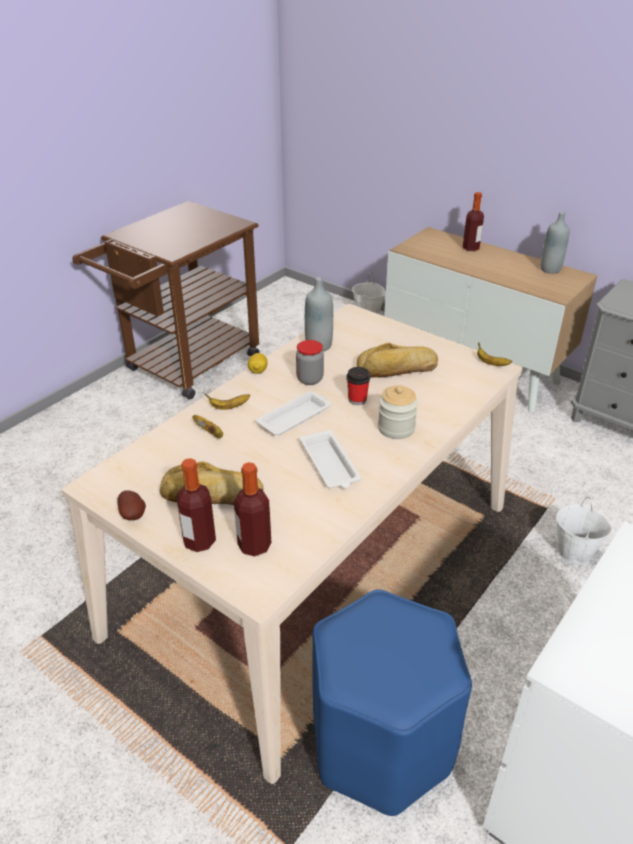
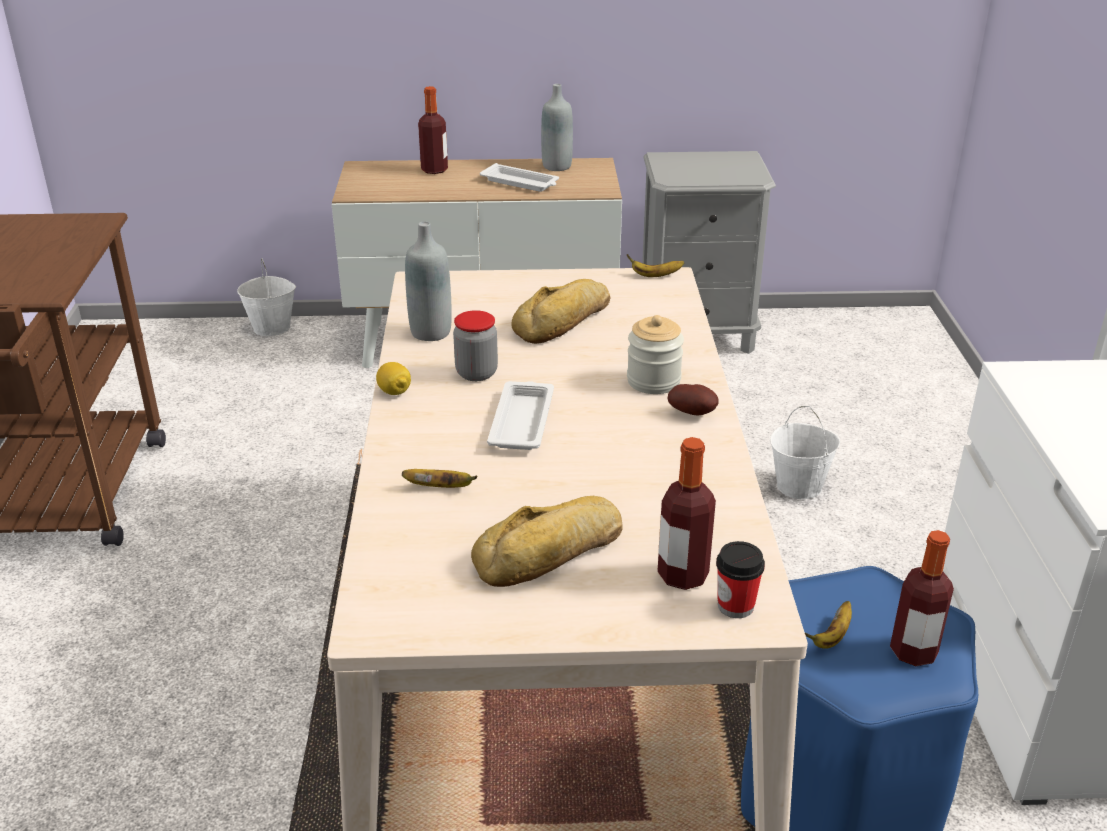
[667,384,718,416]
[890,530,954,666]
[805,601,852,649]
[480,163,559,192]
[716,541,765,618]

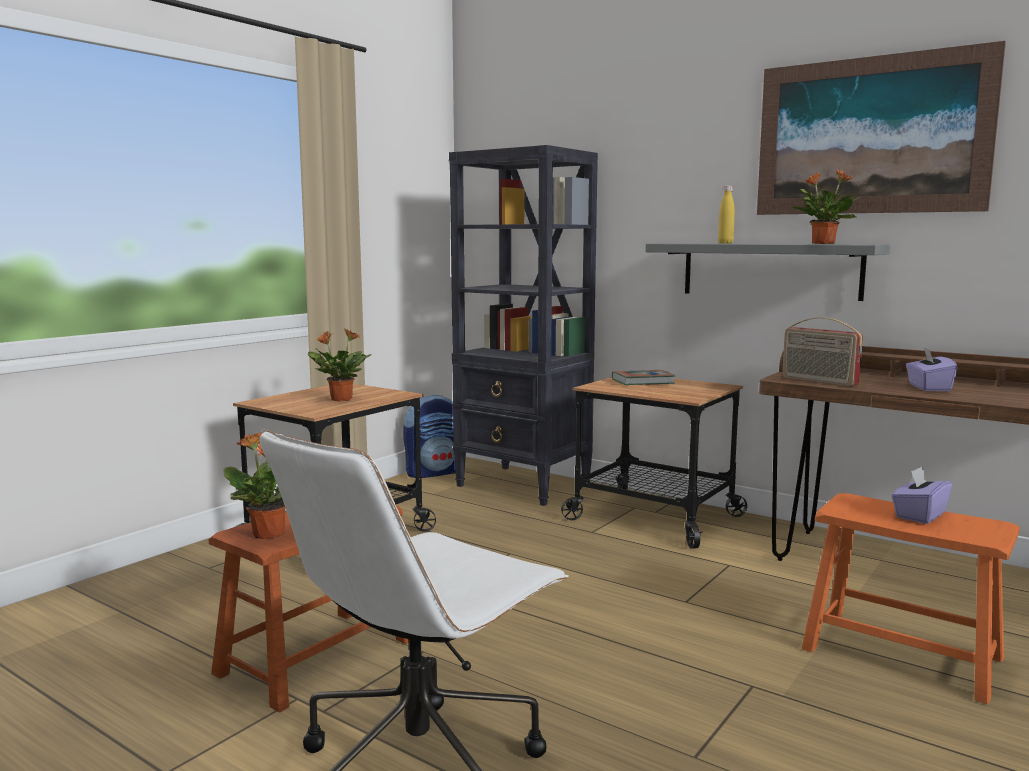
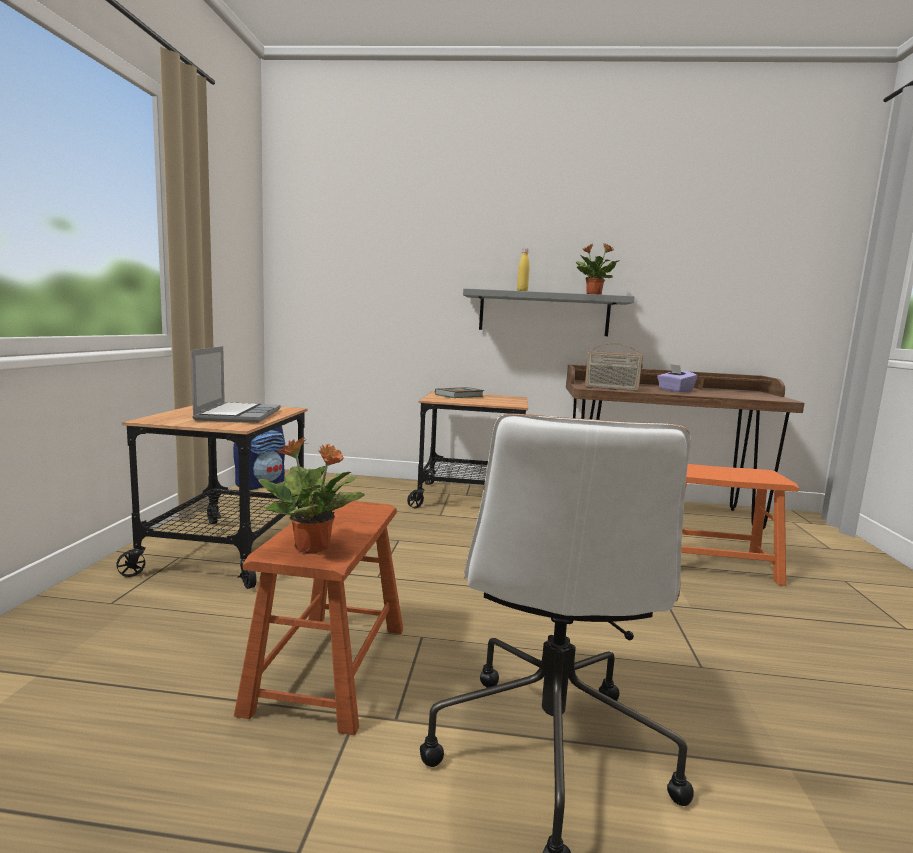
[449,145,598,506] (first image)
[757,41,1006,215] (first image)
[891,466,952,524] (first image)
[191,346,281,423]

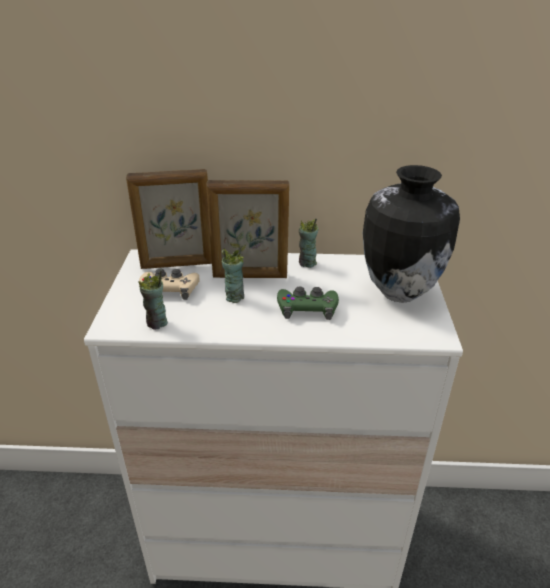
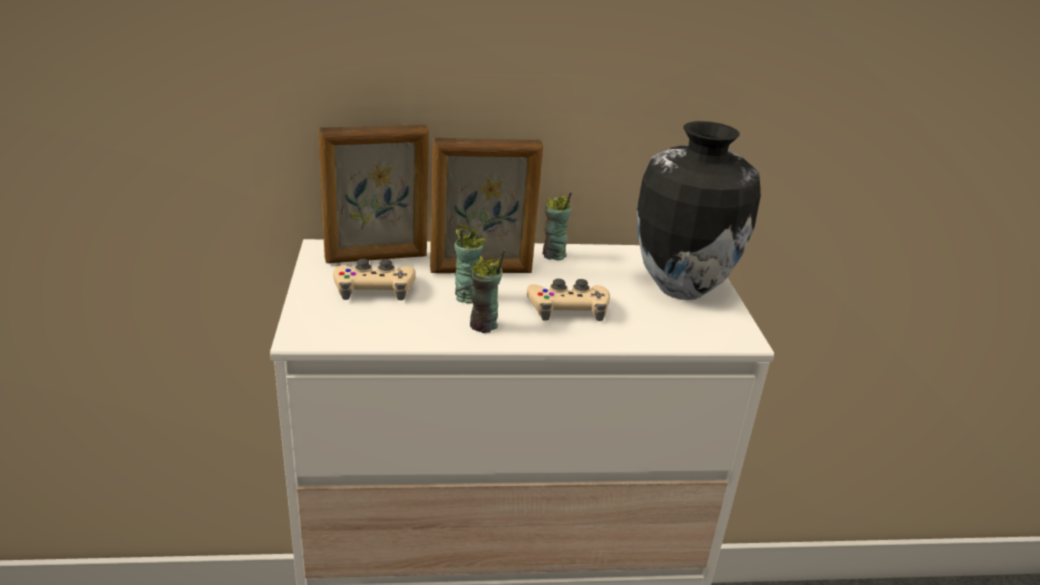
[470,250,505,333]
[527,279,610,321]

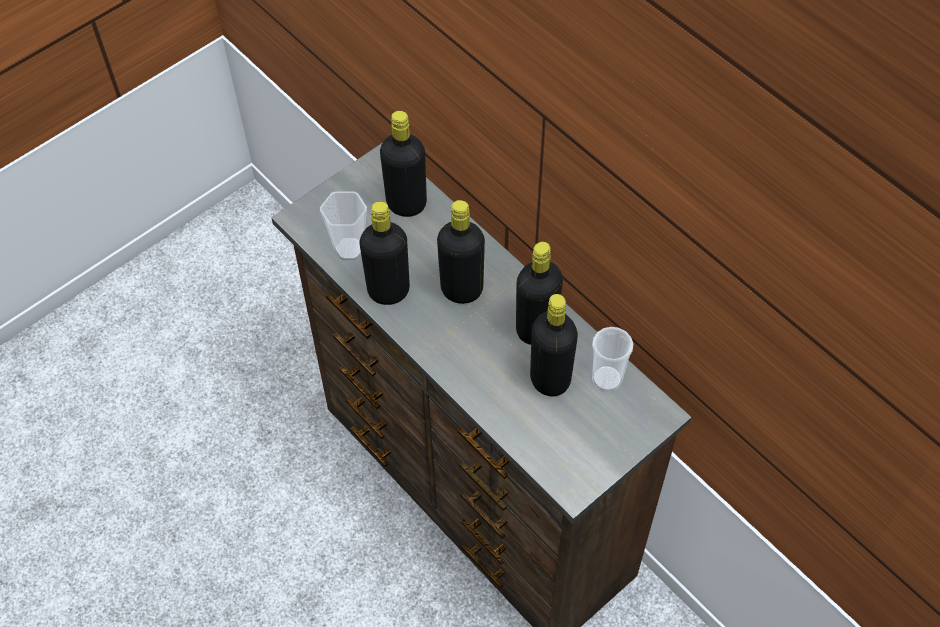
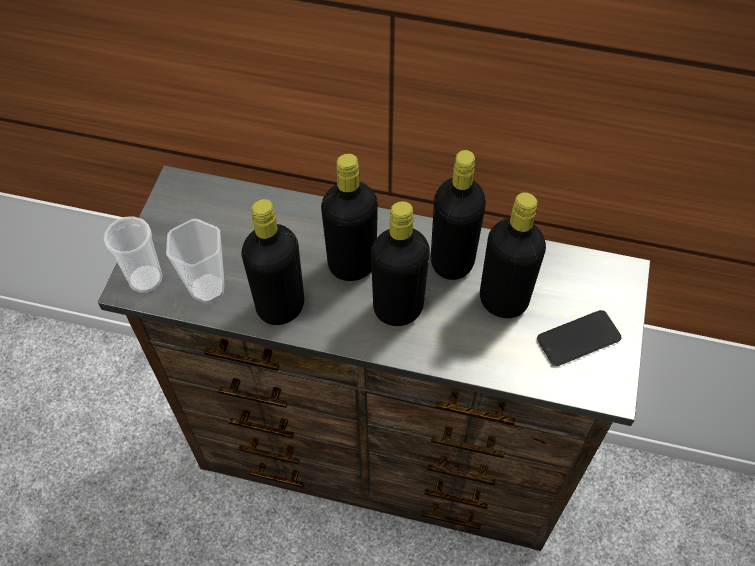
[537,310,621,366]
[371,201,430,326]
[104,216,162,293]

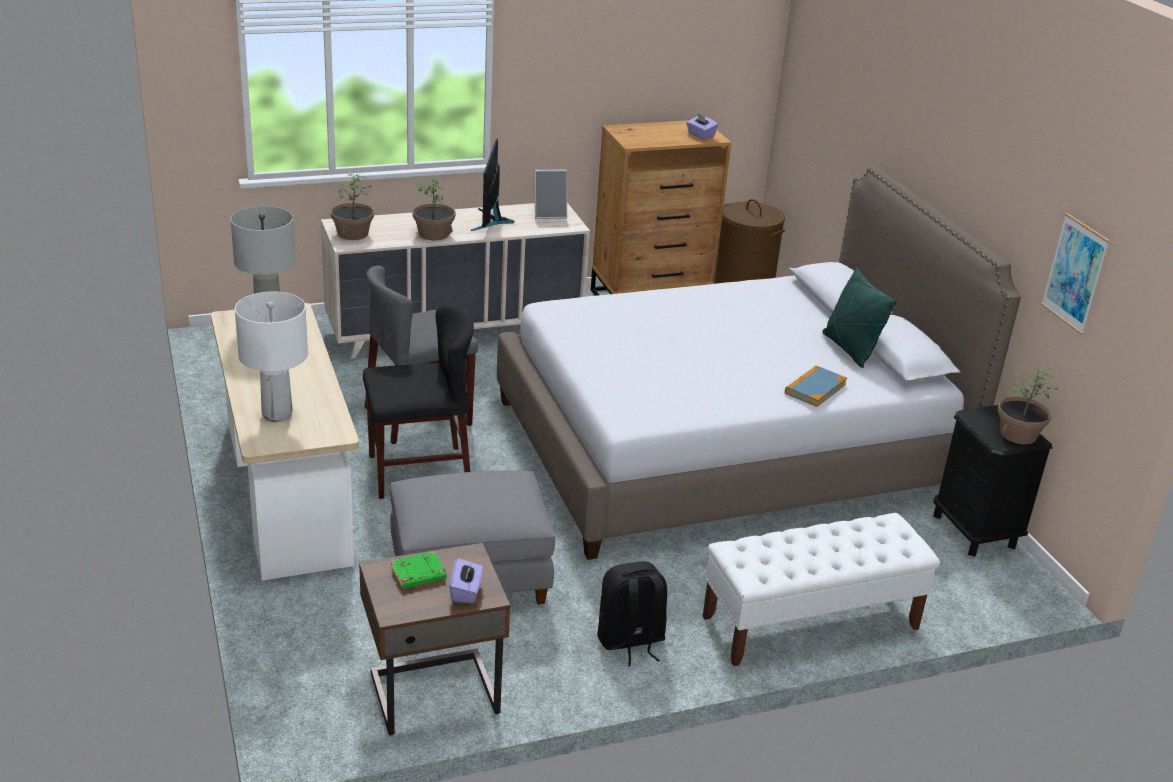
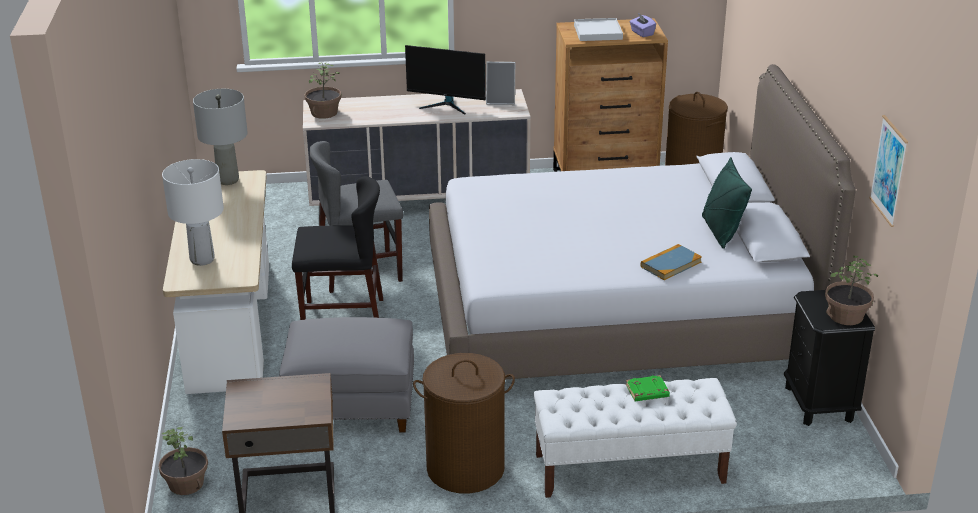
[449,558,483,604] (first image)
[574,18,623,41]
[626,375,670,402]
[158,427,208,495]
[413,353,515,494]
[405,45,486,114]

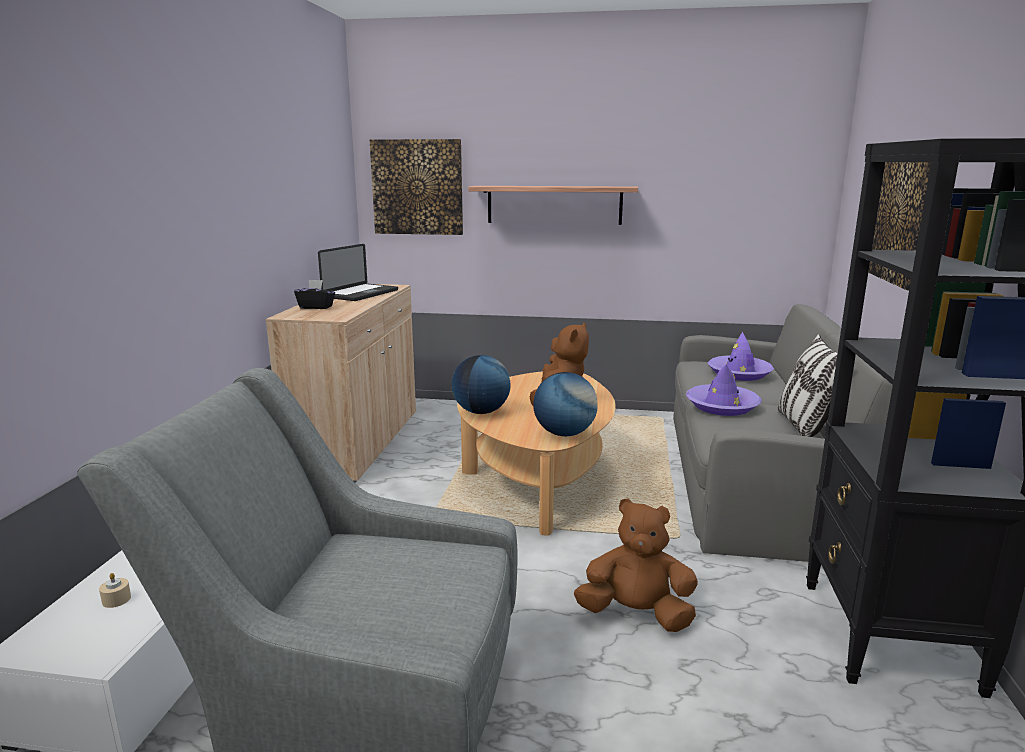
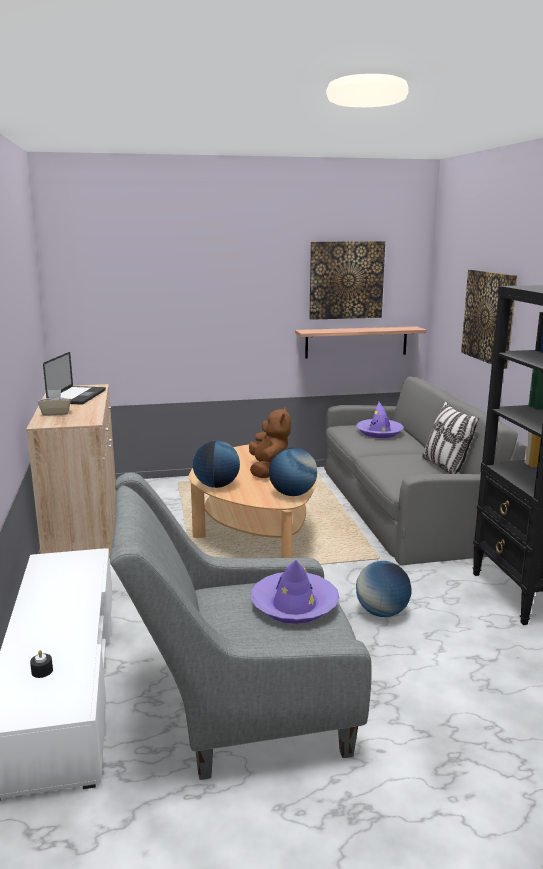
[309,241,385,320]
[295,326,426,358]
[251,560,339,624]
[356,561,412,617]
[30,650,53,678]
[38,390,71,416]

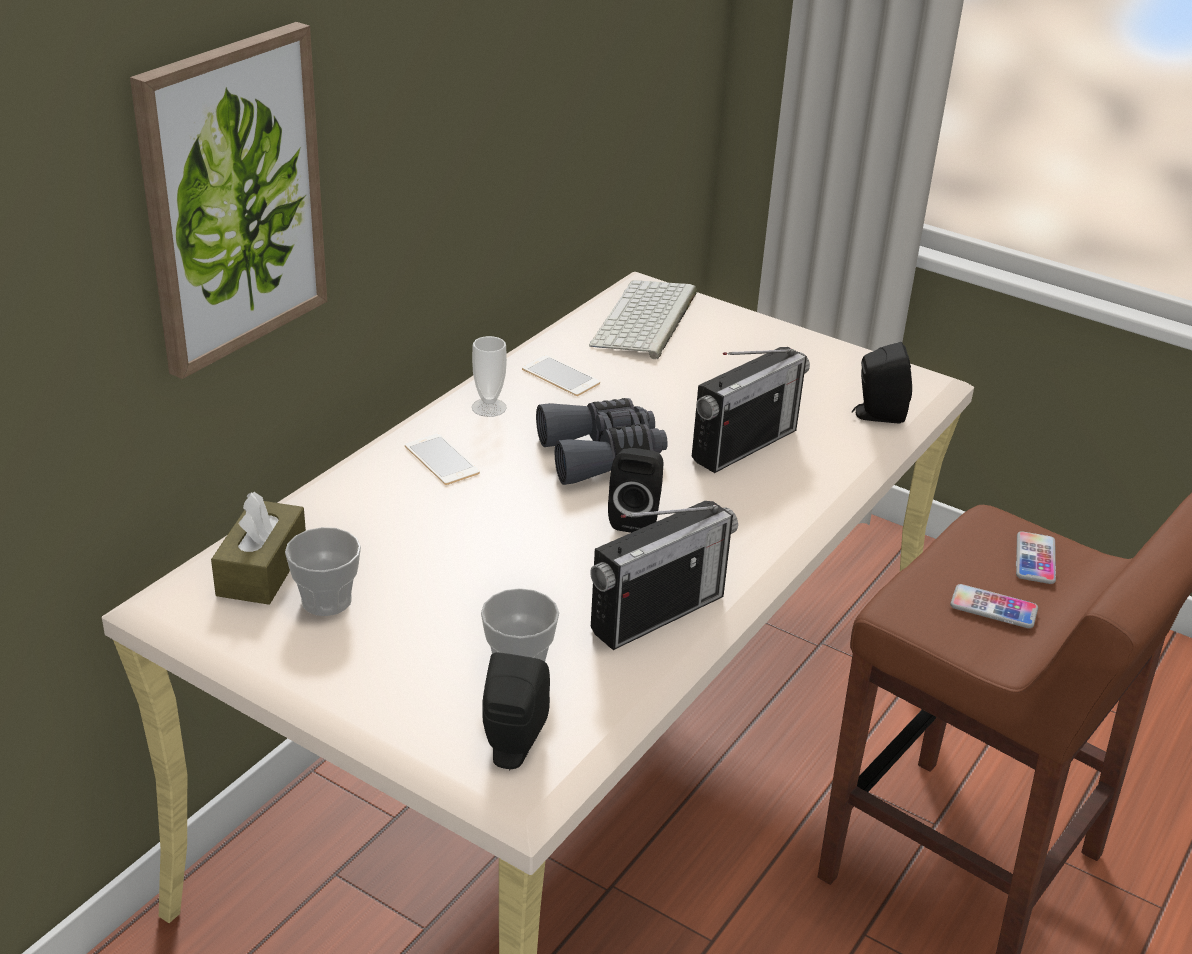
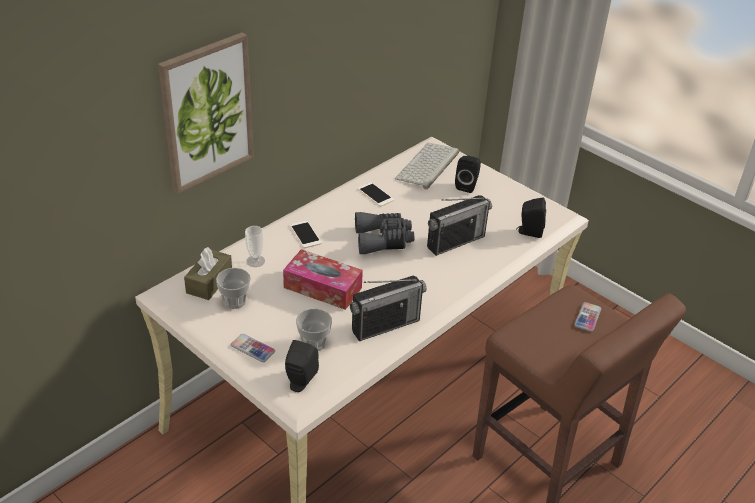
[283,249,363,310]
[245,226,265,267]
[455,156,481,193]
[231,334,275,362]

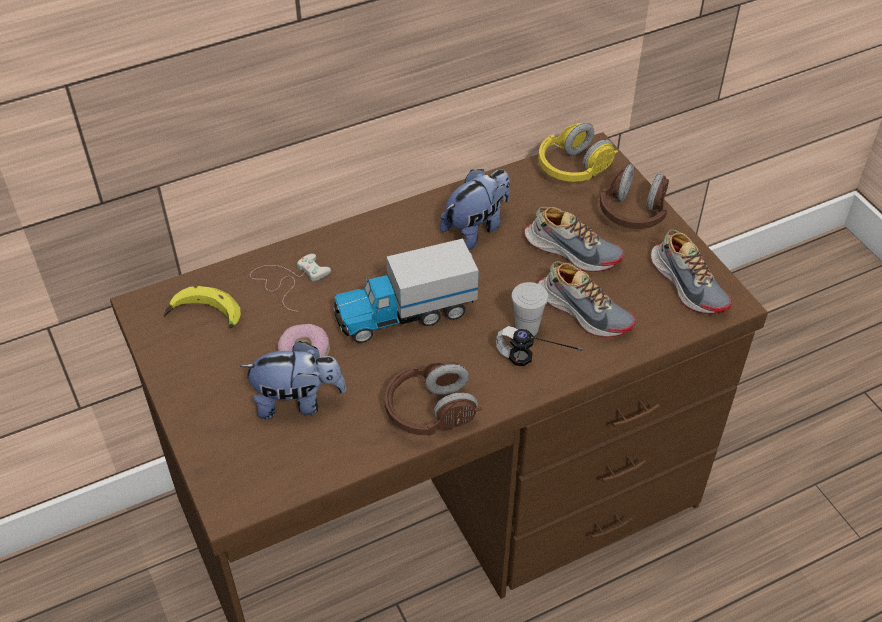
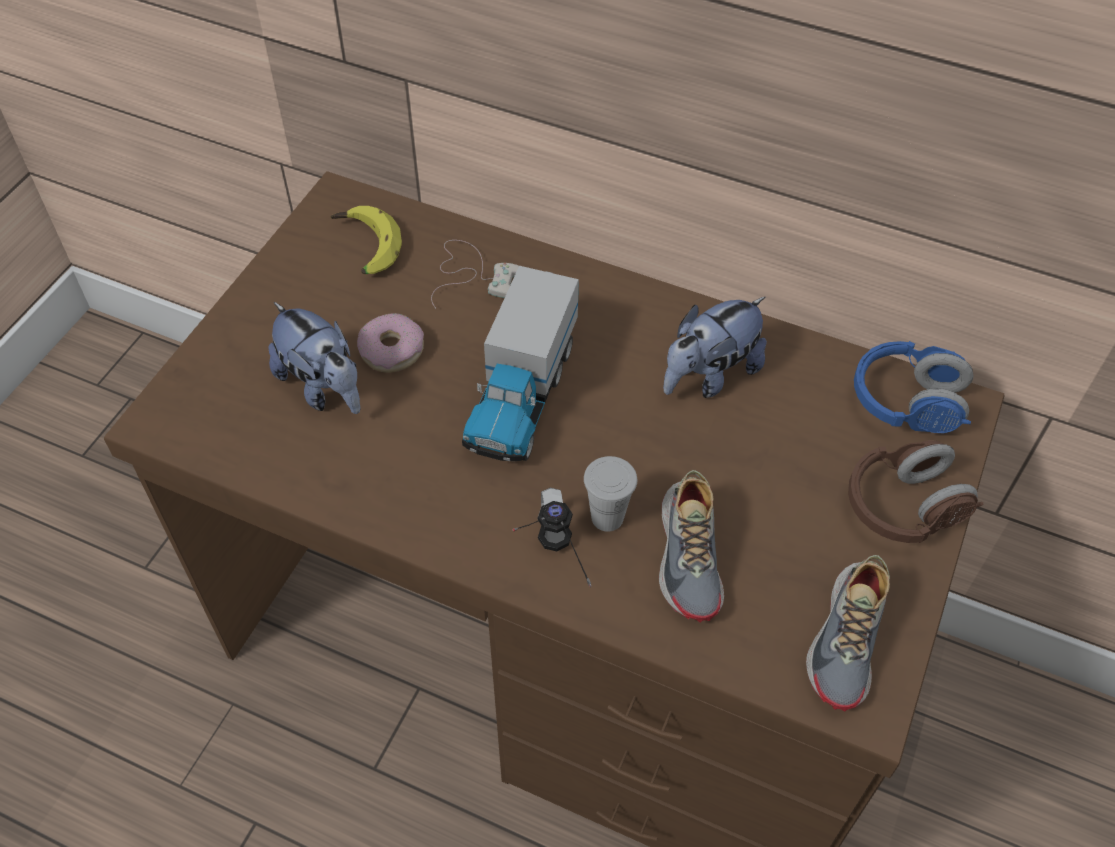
[385,361,482,436] (first image)
[524,207,624,272] (first image)
[854,341,973,433]
[462,266,579,461]
[663,297,767,398]

